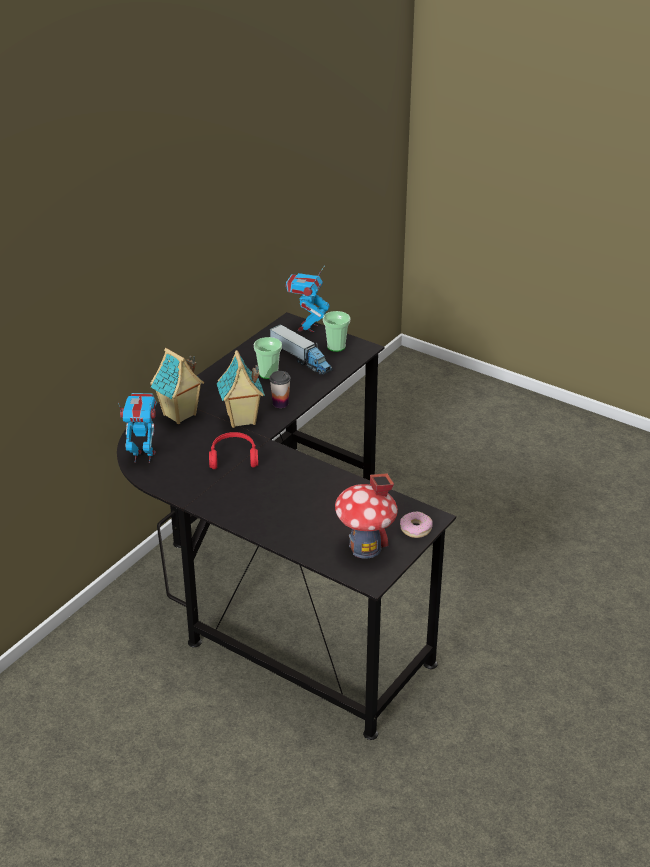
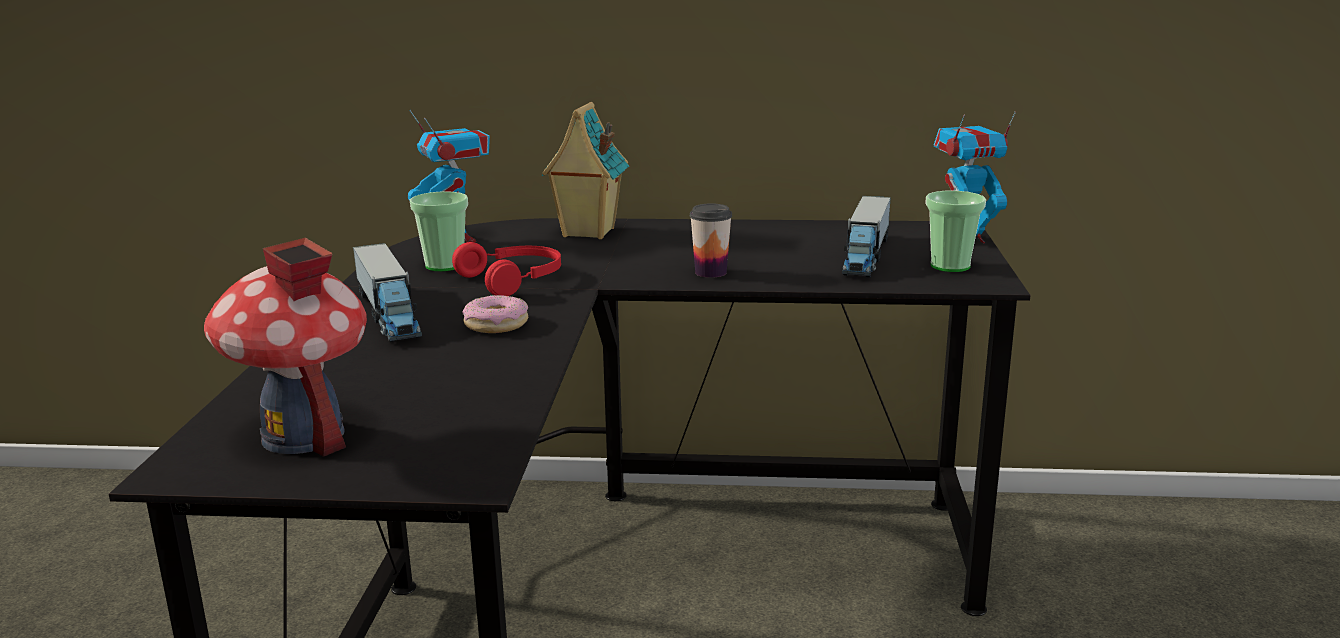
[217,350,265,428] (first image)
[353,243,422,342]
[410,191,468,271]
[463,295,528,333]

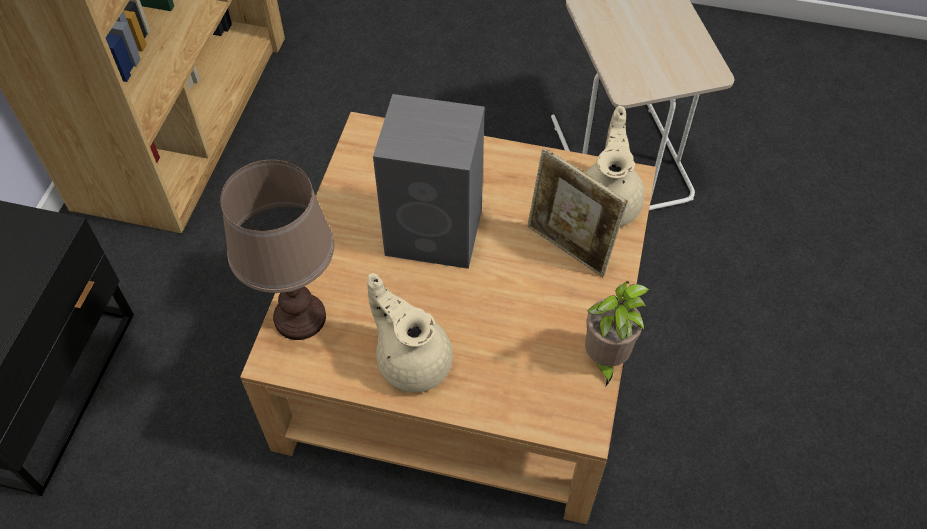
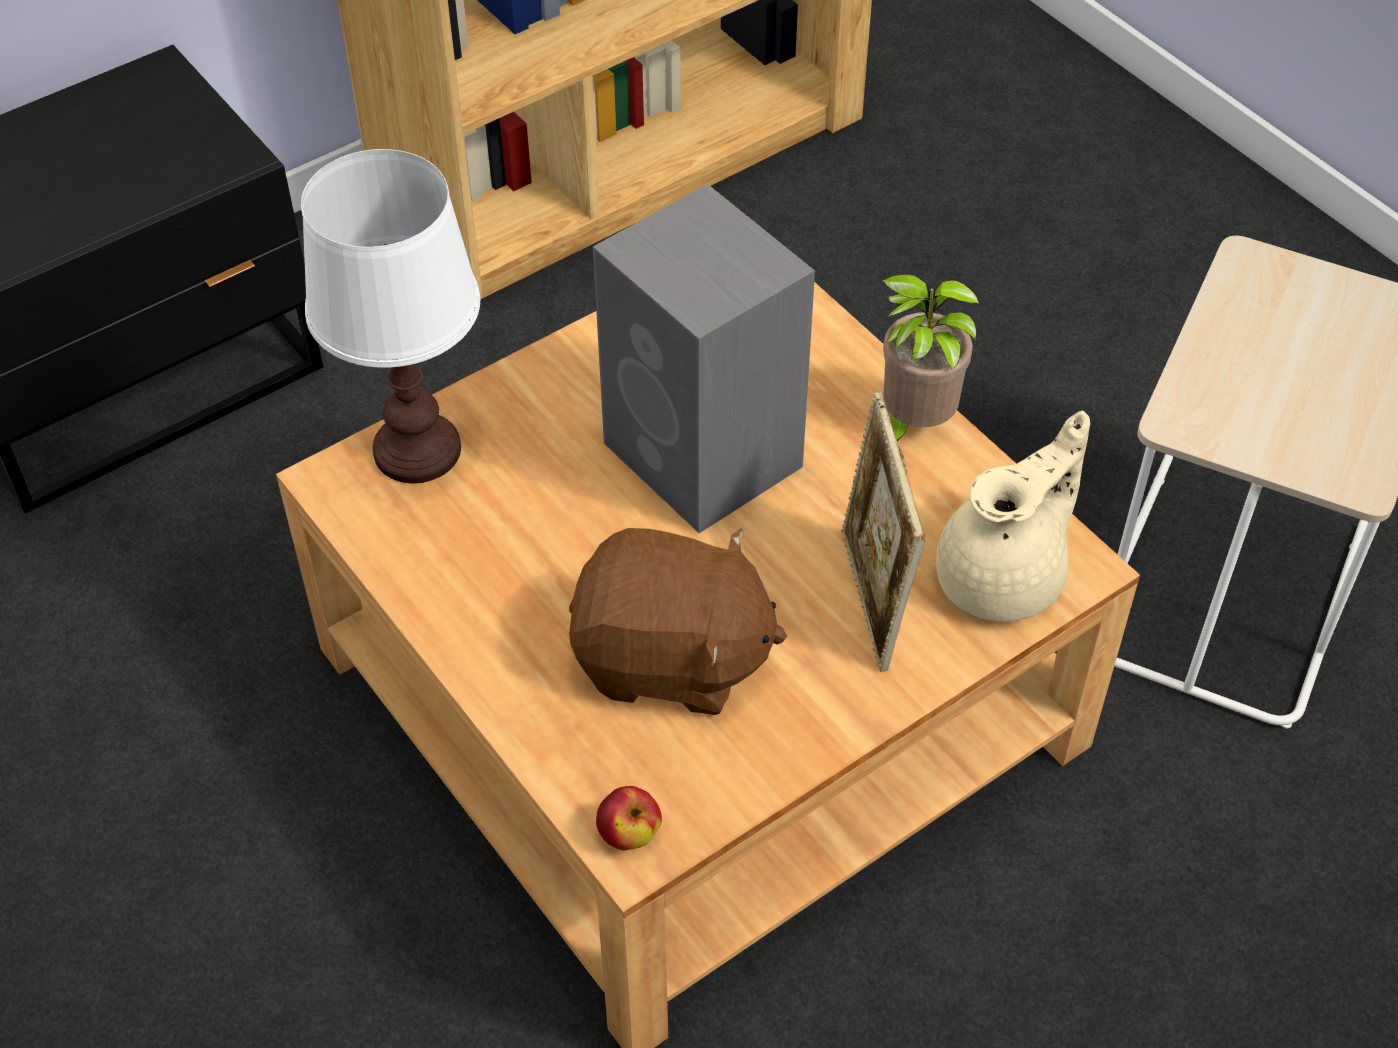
[367,273,453,392] (first image)
[569,528,787,715]
[596,786,662,850]
[882,274,979,441]
[301,149,480,483]

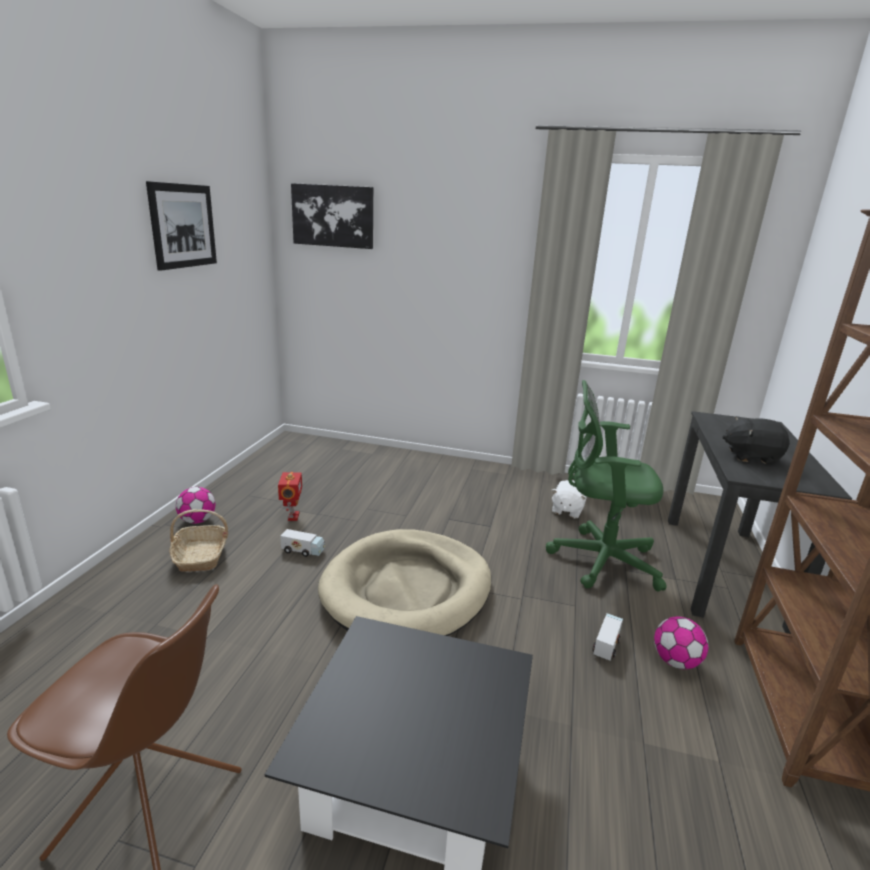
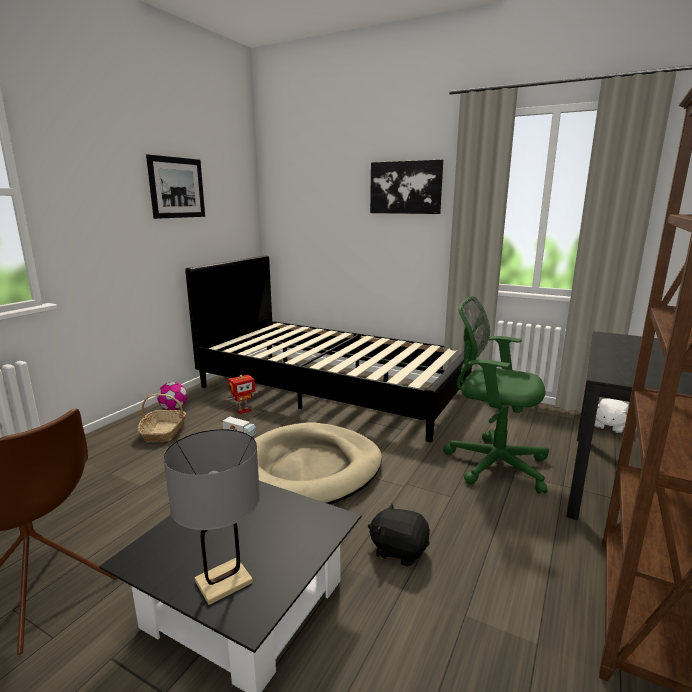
[592,613,623,661] (first image)
[654,617,708,669] (first image)
[164,429,260,605]
[185,256,472,442]
[370,160,443,214]
[594,398,628,433]
[368,503,430,567]
[225,375,259,414]

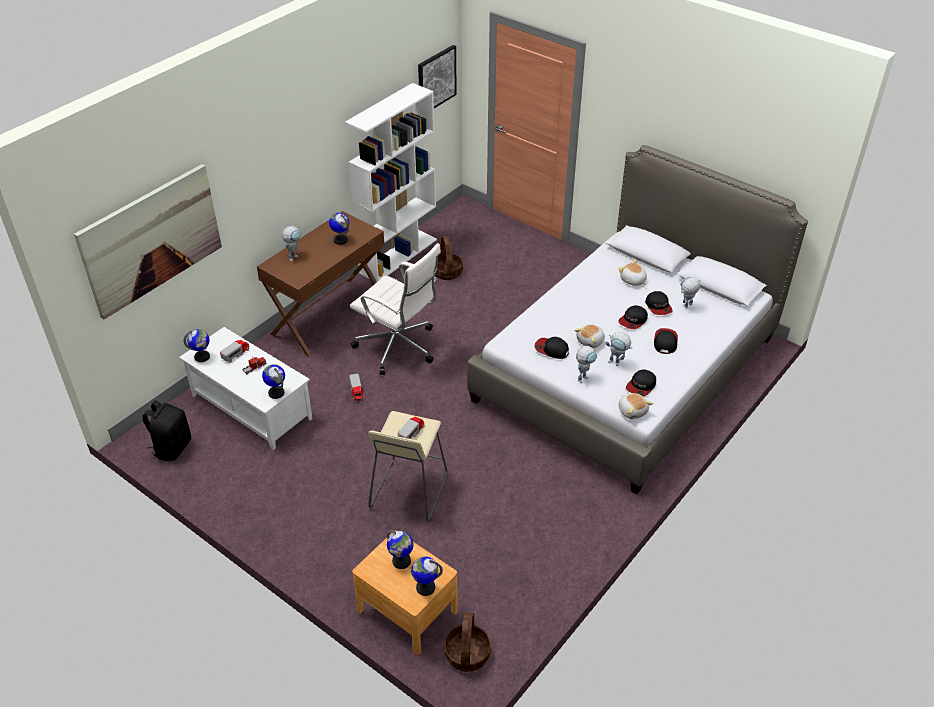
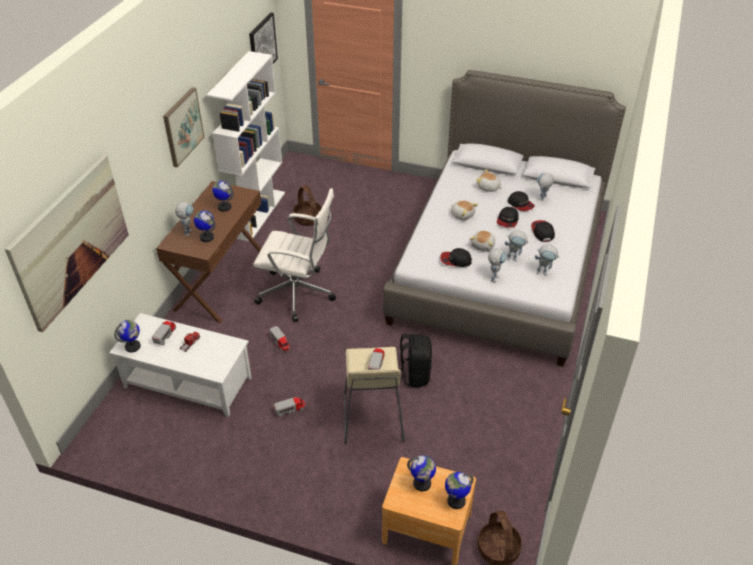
[163,87,204,167]
[274,397,305,417]
[399,334,432,387]
[194,210,215,242]
[451,200,478,221]
[535,244,560,276]

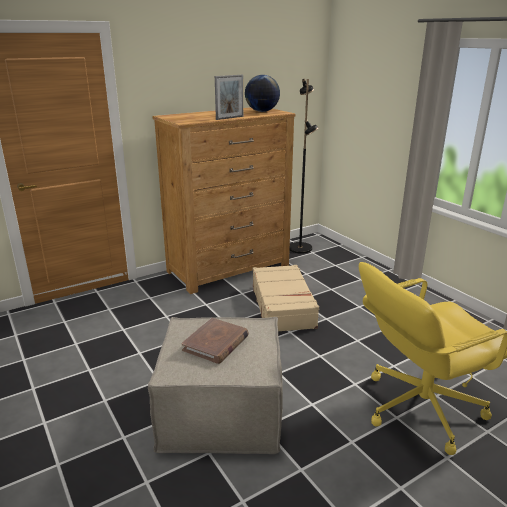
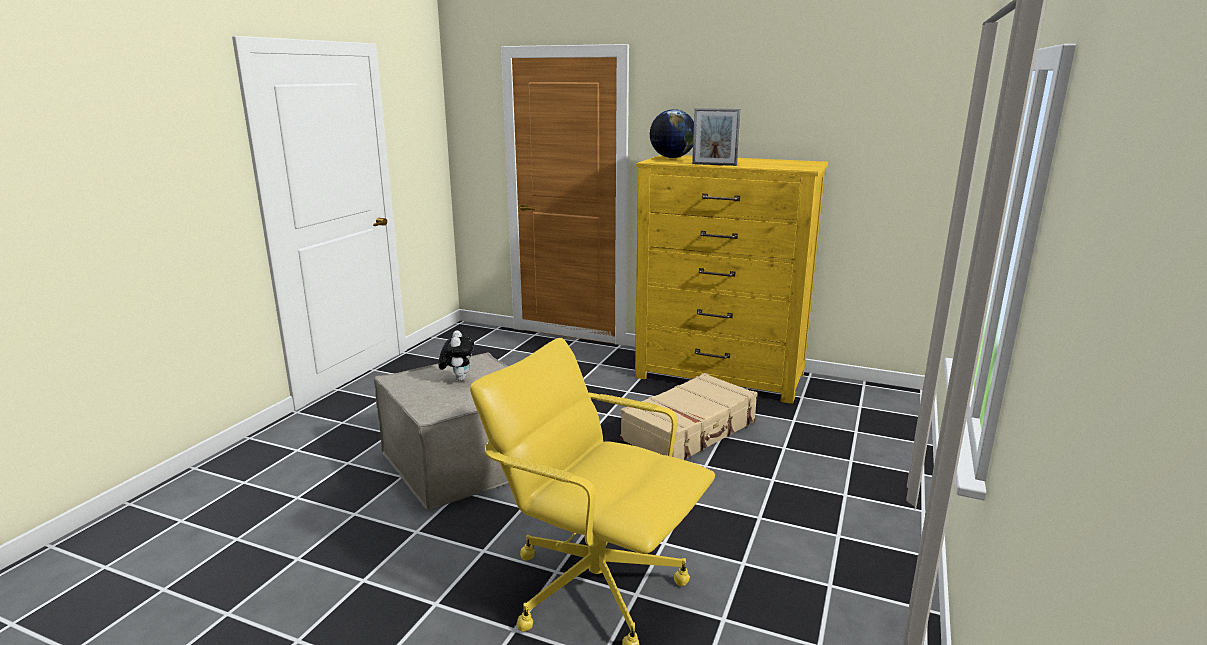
[290,79,319,254] (first image)
[650,109,694,158]
[438,330,474,381]
[635,155,828,404]

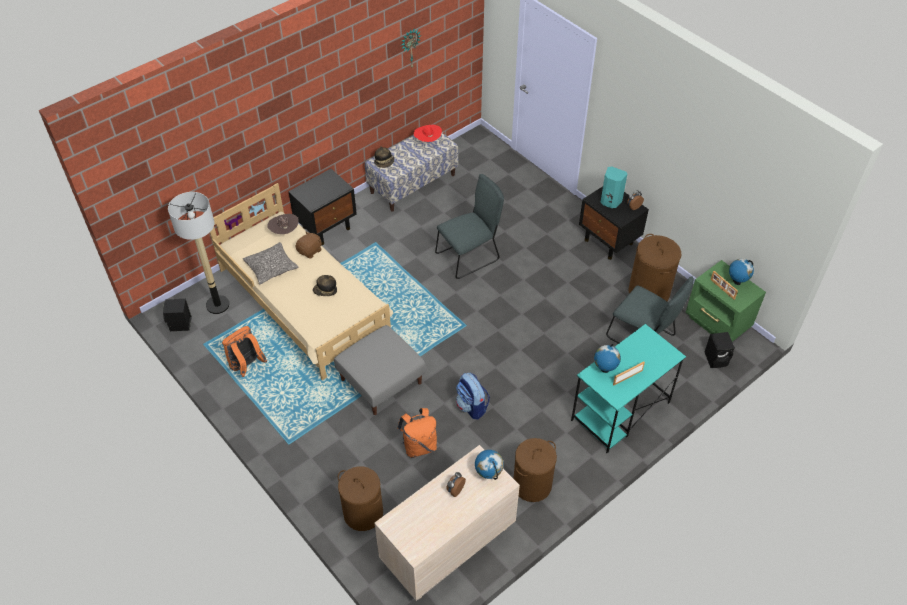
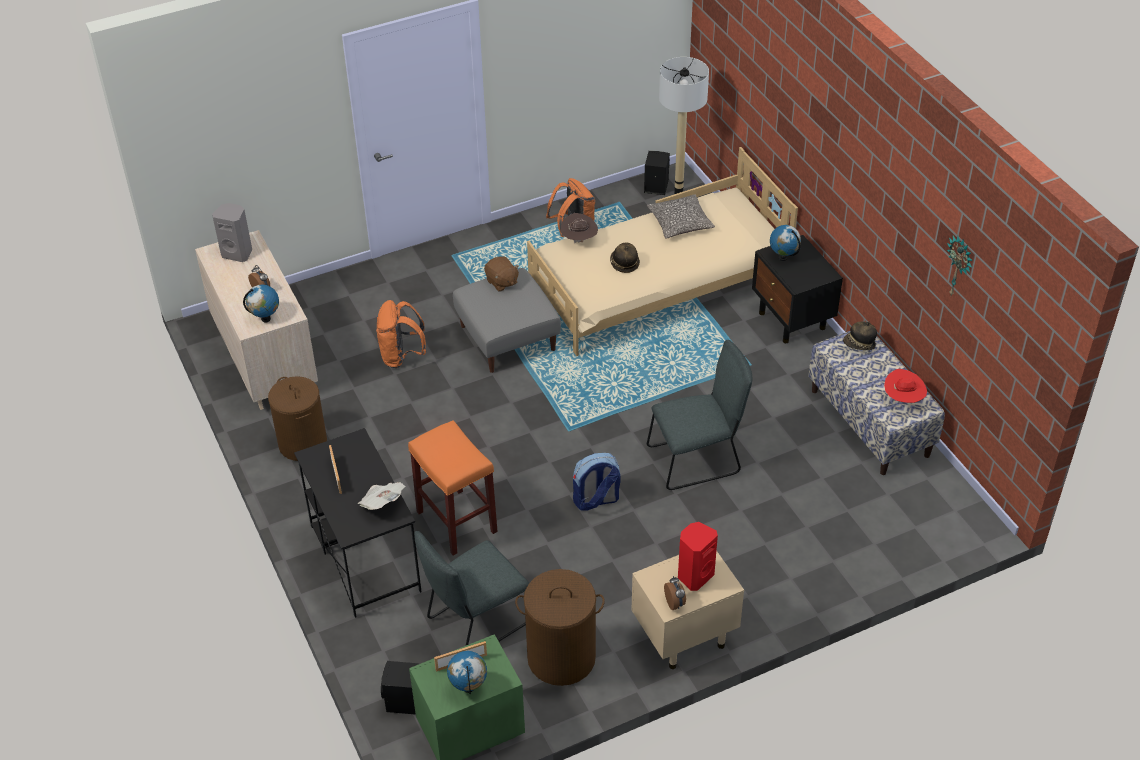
[338,466,383,531] (first image)
[212,203,252,262]
[357,482,405,510]
[408,420,498,556]
[561,213,598,243]
[484,256,519,292]
[573,453,621,511]
[770,225,801,261]
[294,428,422,618]
[632,550,744,669]
[678,522,718,591]
[647,340,752,490]

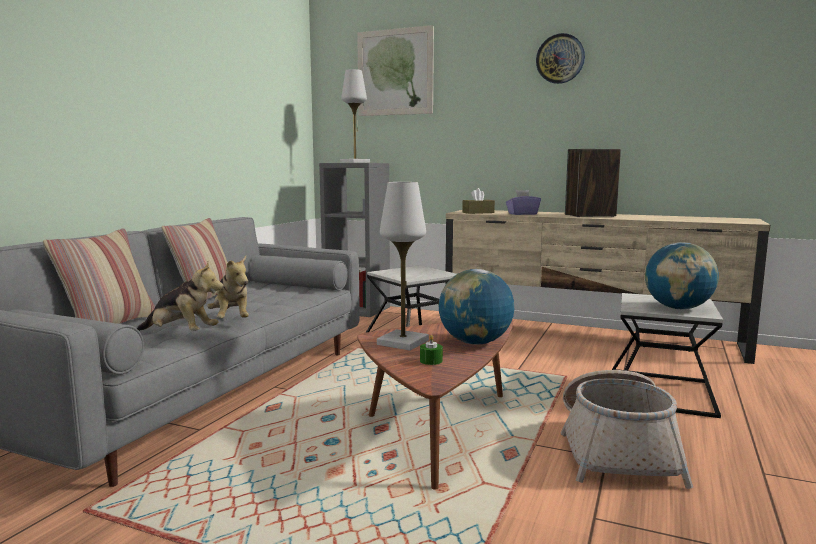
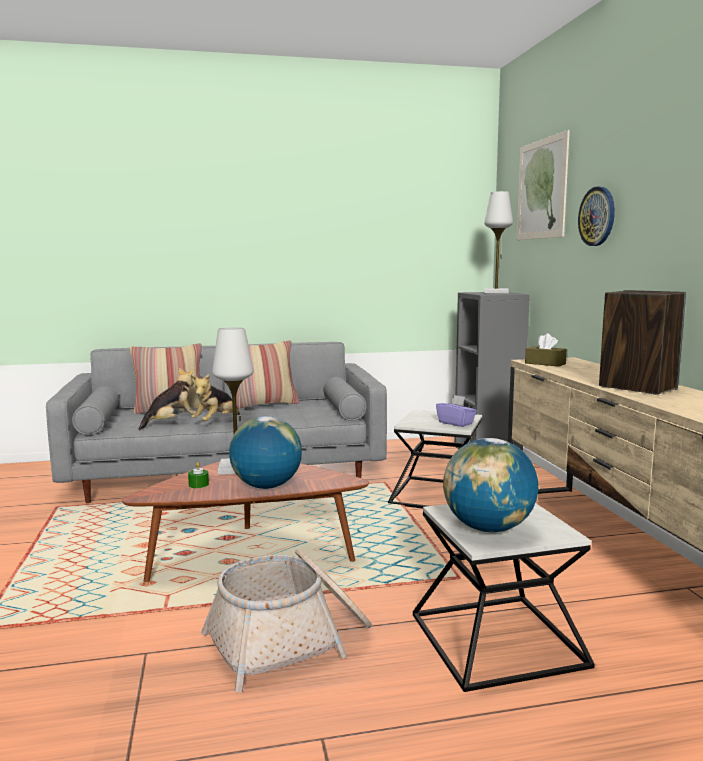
[436,395,477,427]
[578,187,615,246]
[138,368,196,431]

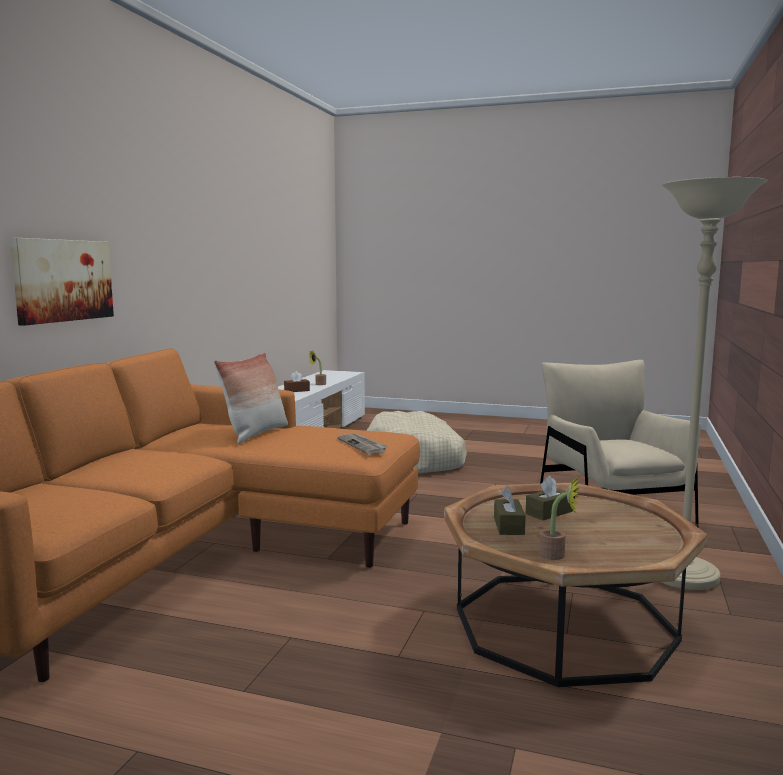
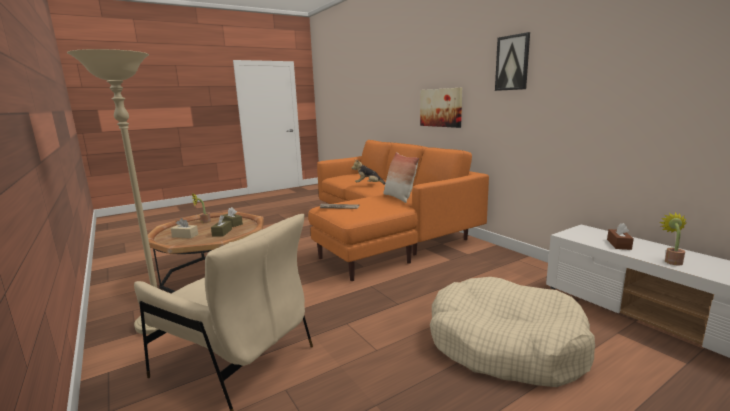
[171,218,198,238]
[352,159,386,185]
[495,32,530,91]

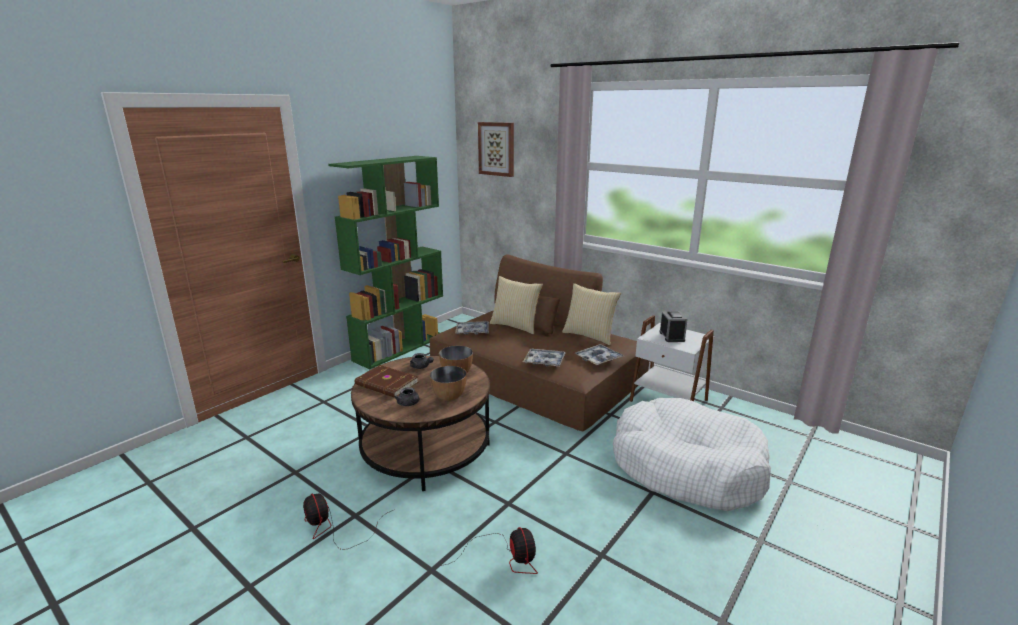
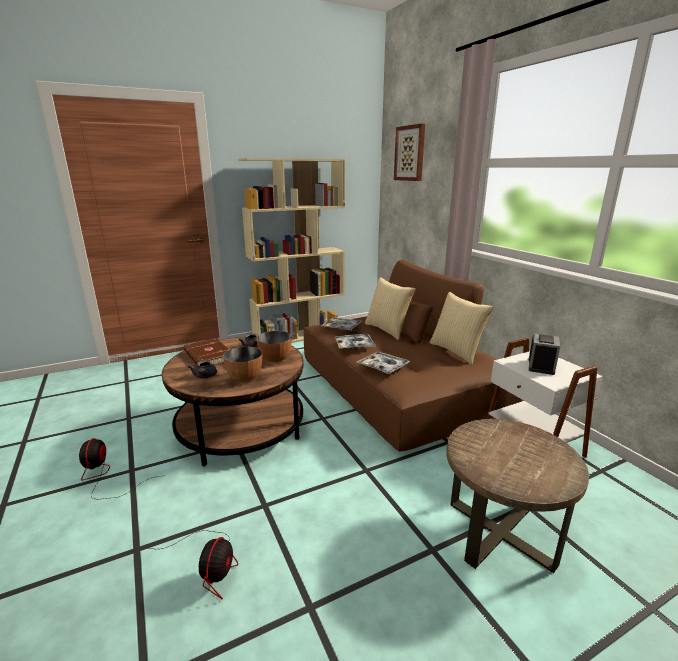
[335,334,376,349]
[446,419,589,573]
[238,158,345,343]

